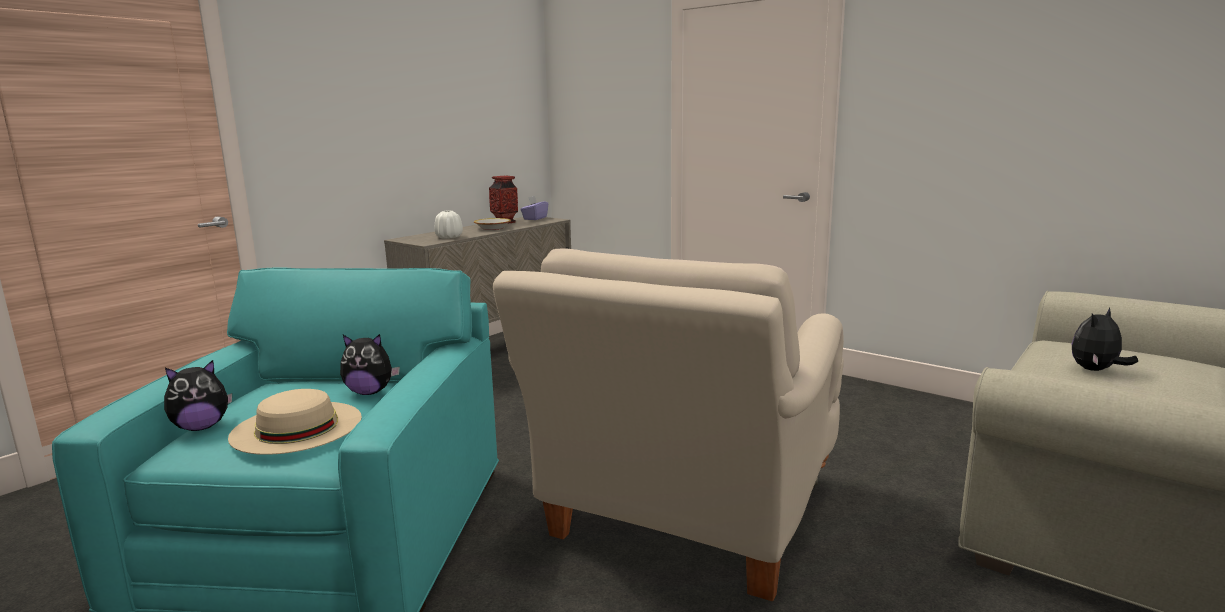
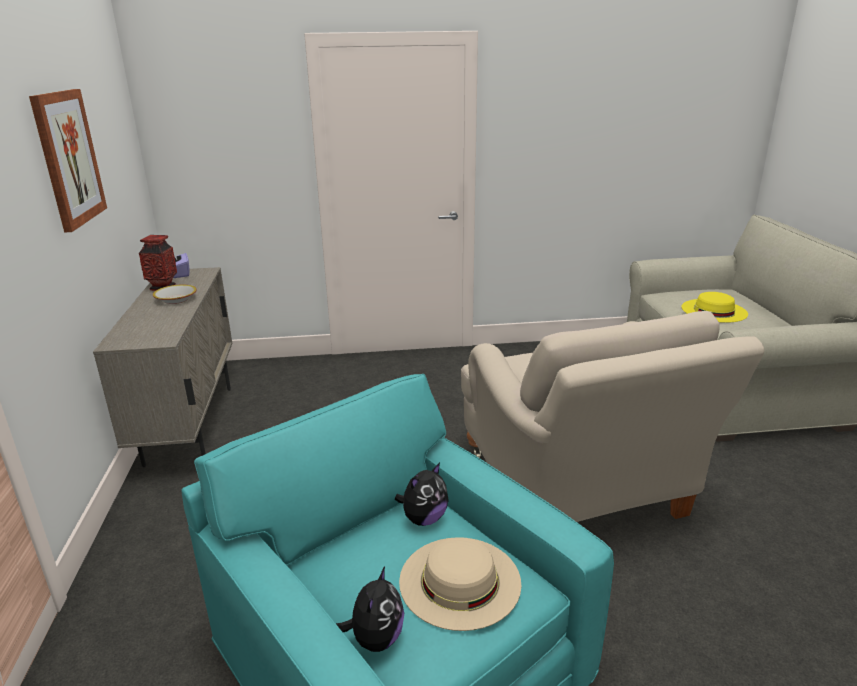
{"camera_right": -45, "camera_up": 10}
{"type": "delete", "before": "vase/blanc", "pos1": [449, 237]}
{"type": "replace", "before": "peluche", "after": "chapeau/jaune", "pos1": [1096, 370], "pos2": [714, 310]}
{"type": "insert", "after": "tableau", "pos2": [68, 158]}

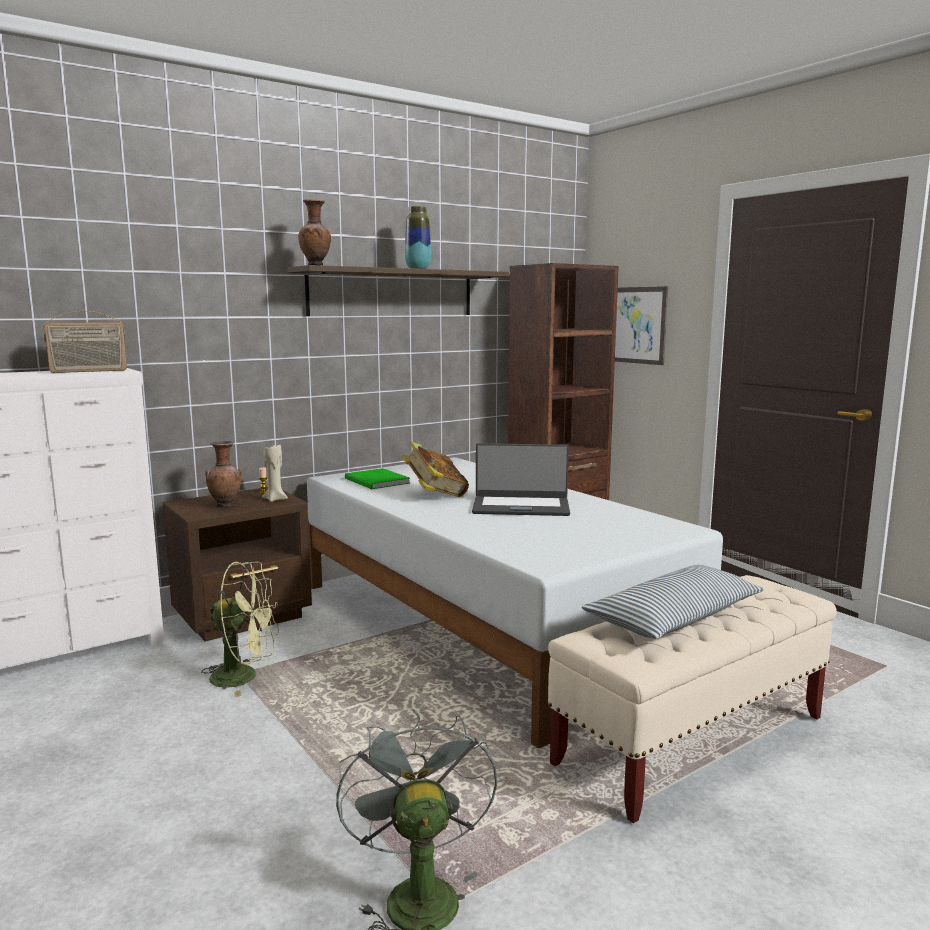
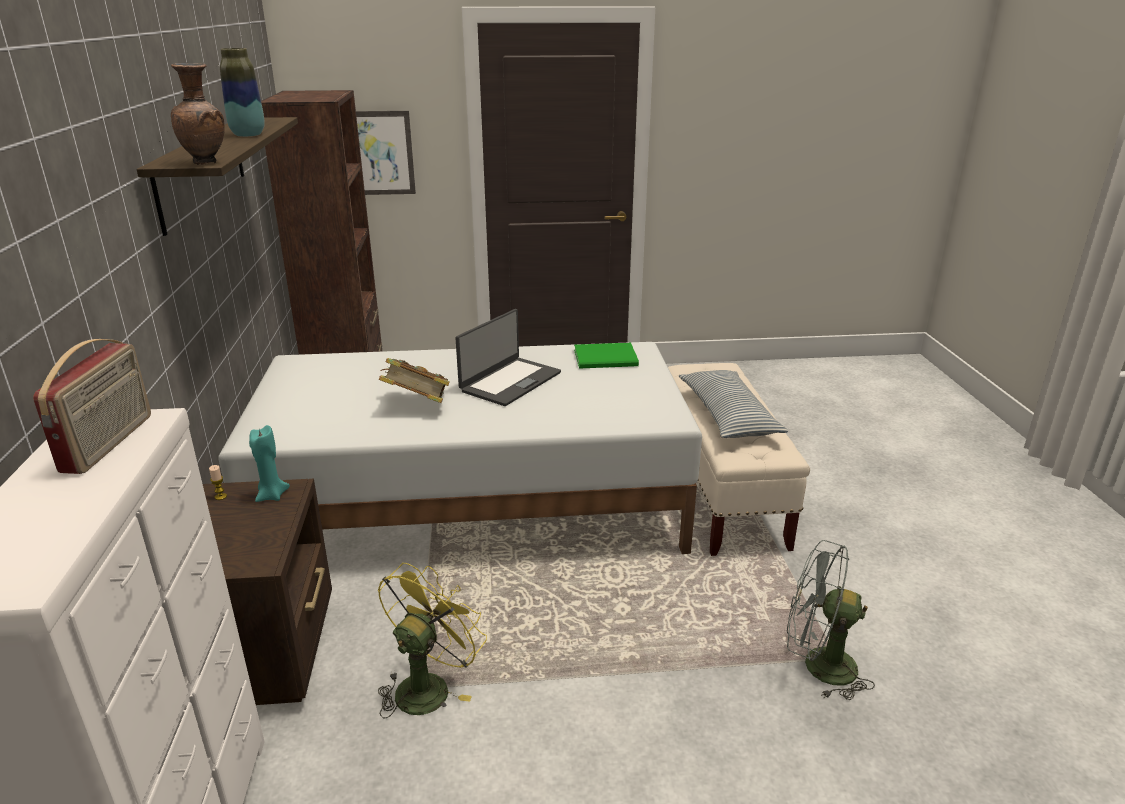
{"camera_right": -60, "camera_up": 15}
{"type": "recolor", "before": "ventilateur/vert", "after": "ventilateur/jaune", "pos1": [244, 676], "pos2": [428, 685]}
{"type": "delete", "before": "vase/marron", "pos1": [226, 505]}
{"type": "recolor", "before": "bougie/beige", "after": "bougie/turquoise", "pos1": [275, 499], "pos2": [271, 495]}
{"type": "move", "before": "livre/vert", "pos1": [376, 481], "pos2": [607, 358]}

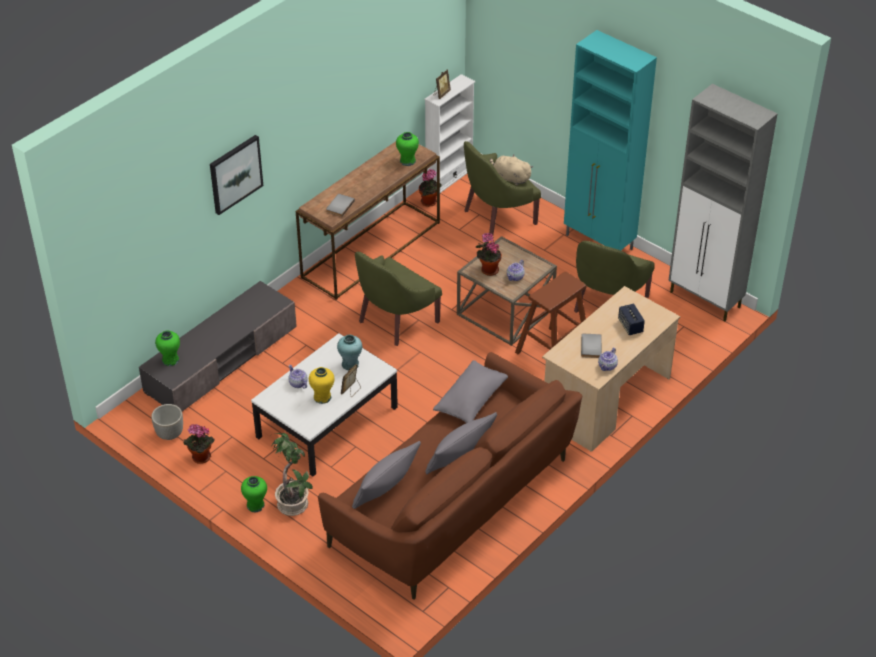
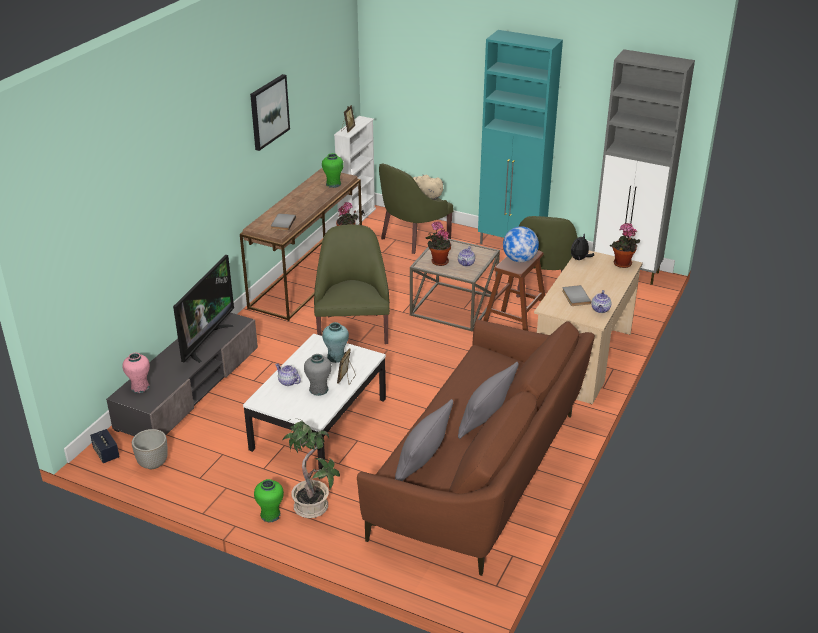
{"camera_right": -15, "camera_up": -10}
{"type": "recolor", "before": "vase/vert", "after": "vase/rose", "pos1": [170, 360], "pos2": [140, 387]}
{"type": "move", "before": "plante en pot", "pos1": [200, 458], "pos2": [622, 264]}
{"type": "move", "before": "tableau", "pos1": [235, 174], "pos2": [269, 111]}
{"type": "recolor", "before": "vase/jaune", "after": "vase/gris", "pos1": [322, 397], "pos2": [318, 389]}
{"type": "rotate", "before": "fauteuil/vert", "pos1": [395, 320], "pos2": [353, 328], "turn": 150}
{"type": "delete", "before": "coussin/gris", "pos1": [471, 400]}
{"type": "move", "before": "enceinte", "pos1": [630, 326], "pos2": [106, 453]}
{"type": "insert", "after": "téléviseur", "pos2": [205, 341]}
{"type": "insert", "after": "globe", "pos2": [519, 260]}
{"type": "insert", "after": "peluche", "pos2": [580, 259]}

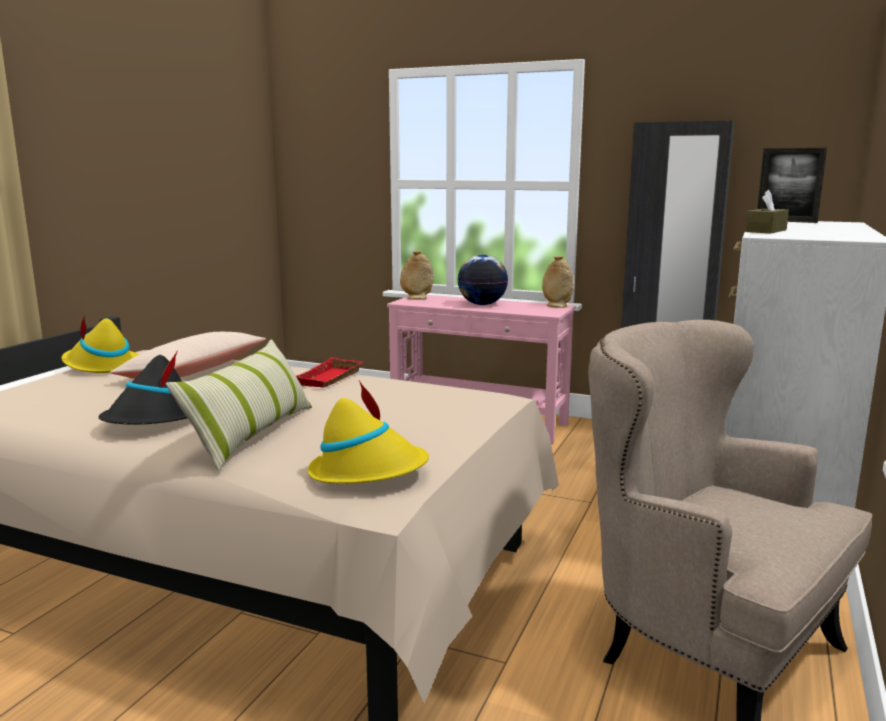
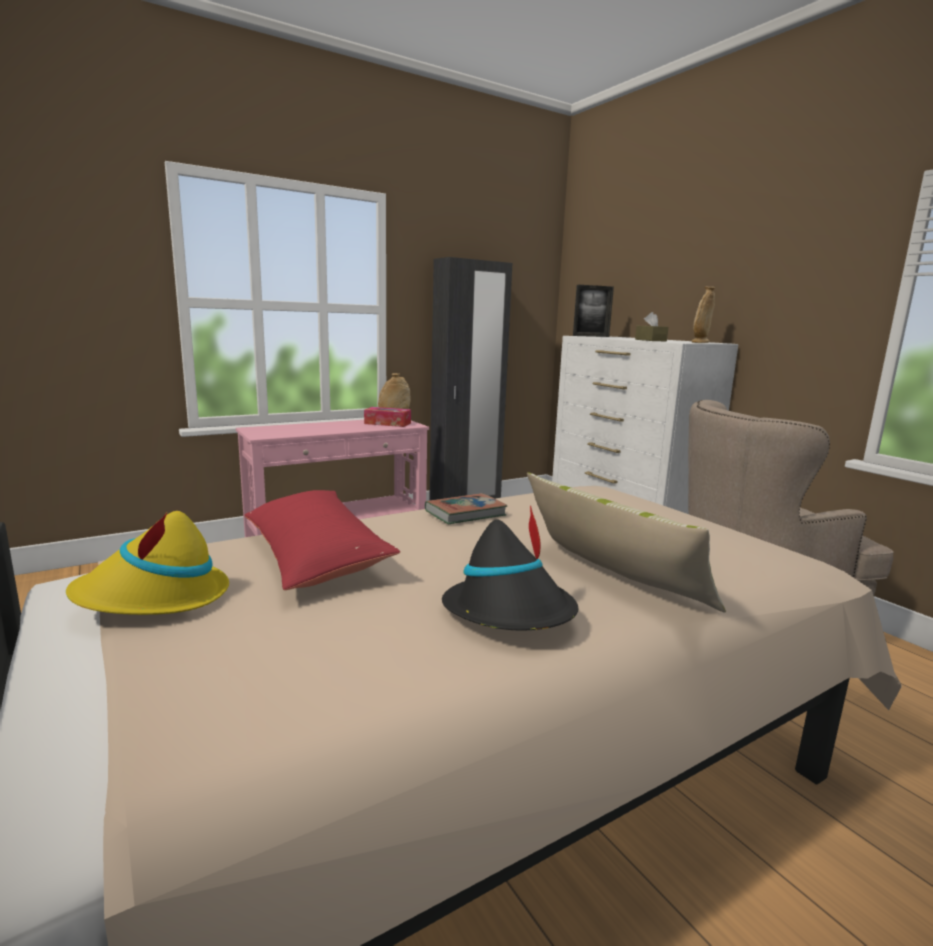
{"camera_right": -55, "camera_up": 0}
{"type": "recolor", "before": "coussin/beige", "after": "coussin/rouge", "pos1": [194, 371], "pos2": [314, 555]}
{"type": "replace", "before": "plateau/rouge", "after": "livre", "pos1": [330, 379], "pos2": [465, 513]}
{"type": "delete", "before": "chapeau/jaune", "pos1": [368, 472]}
{"type": "move", "before": "vase/beige", "pos1": [416, 298], "pos2": [700, 342]}
{"type": "delete", "before": "globe", "pos1": [482, 304]}
{"type": "insert", "after": "boîte à mouchoirs", "pos2": [387, 423]}

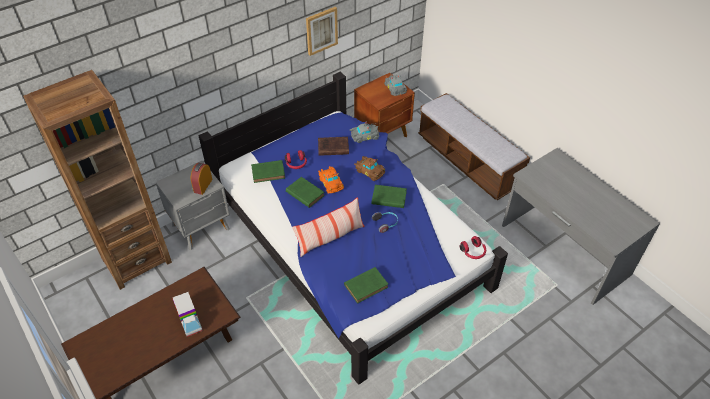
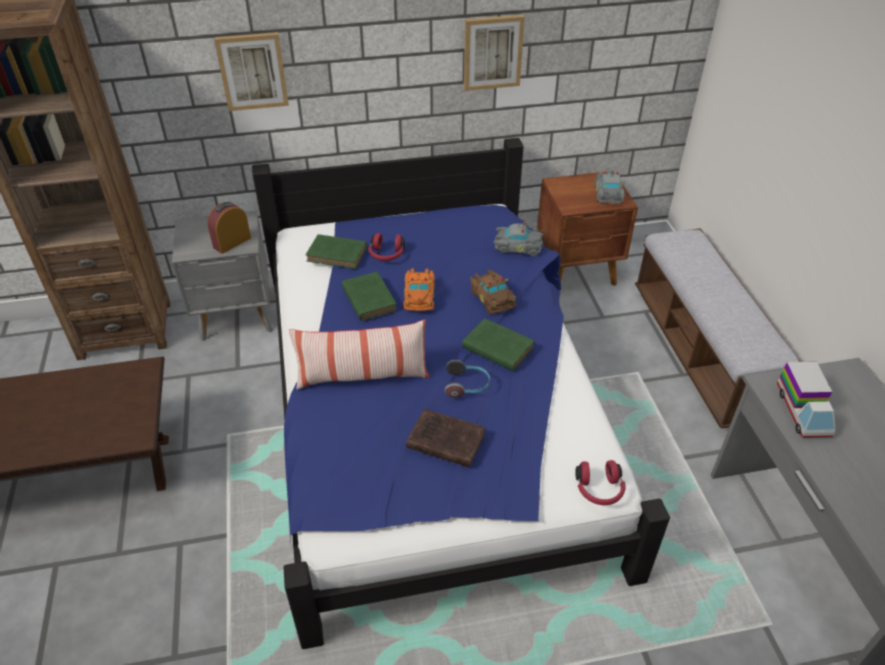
{"camera_right": 25, "camera_up": -5}
{"type": "move", "before": "camion jouet", "pos1": [189, 319], "pos2": [802, 411]}
{"type": "move", "before": "livre/marron", "pos1": [332, 148], "pos2": [444, 440]}
{"type": "delete", "before": "livre/vert", "pos1": [367, 285]}
{"type": "insert", "after": "tableau", "pos2": [252, 71]}

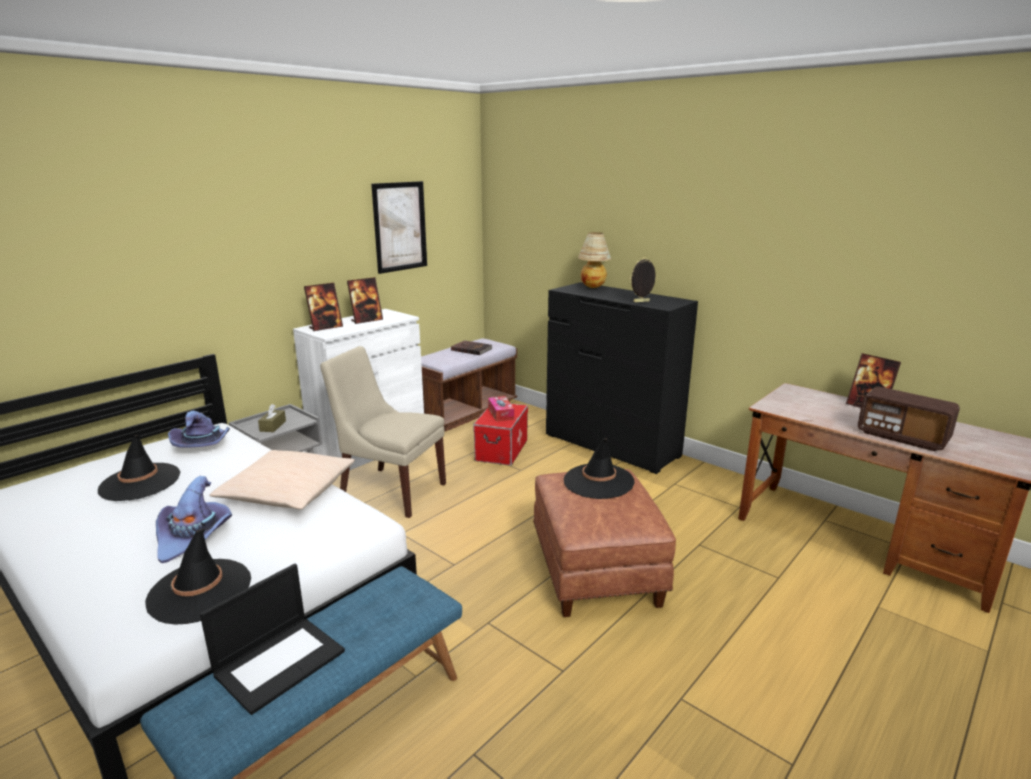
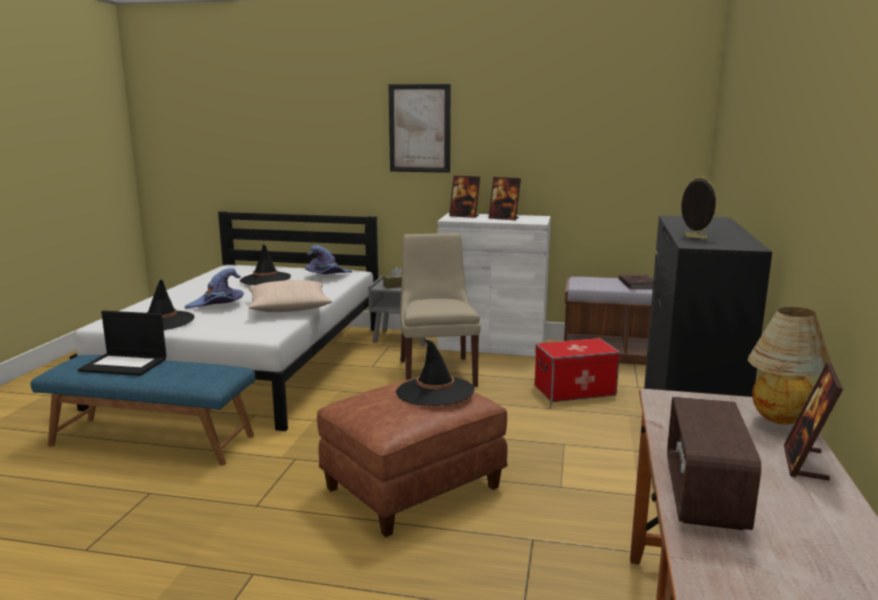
{"camera_right": 60, "camera_up": -5}
{"type": "move", "before": "tableau", "pos1": [400, 226], "pos2": [419, 128]}
{"type": "delete", "before": "boîte à mouchoirs", "pos1": [501, 414]}
{"type": "move", "before": "lampe de table", "pos1": [593, 287], "pos2": [780, 421]}

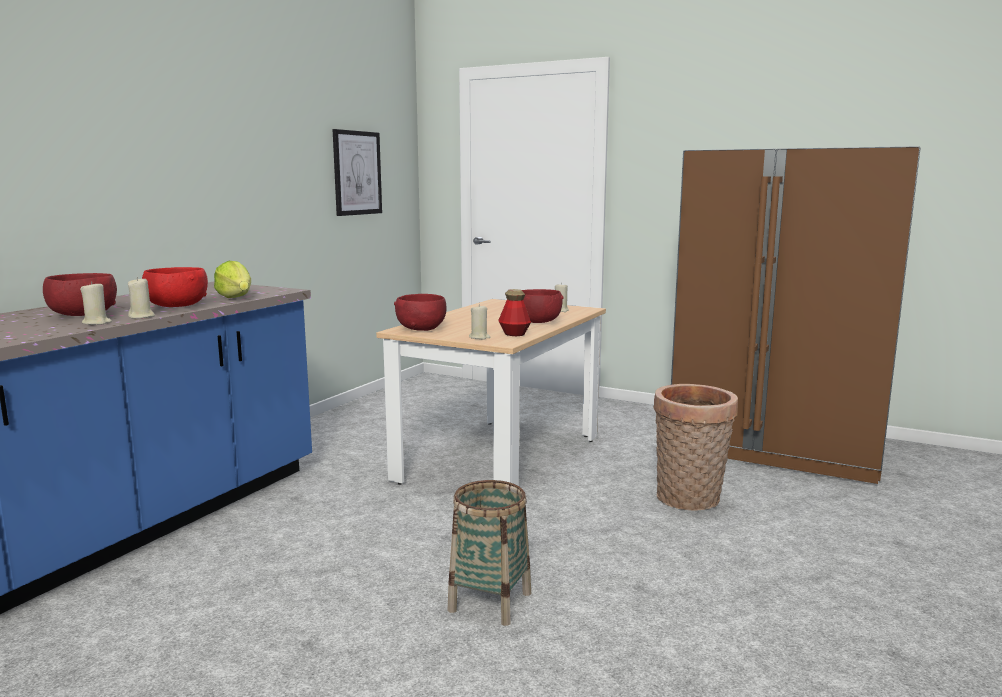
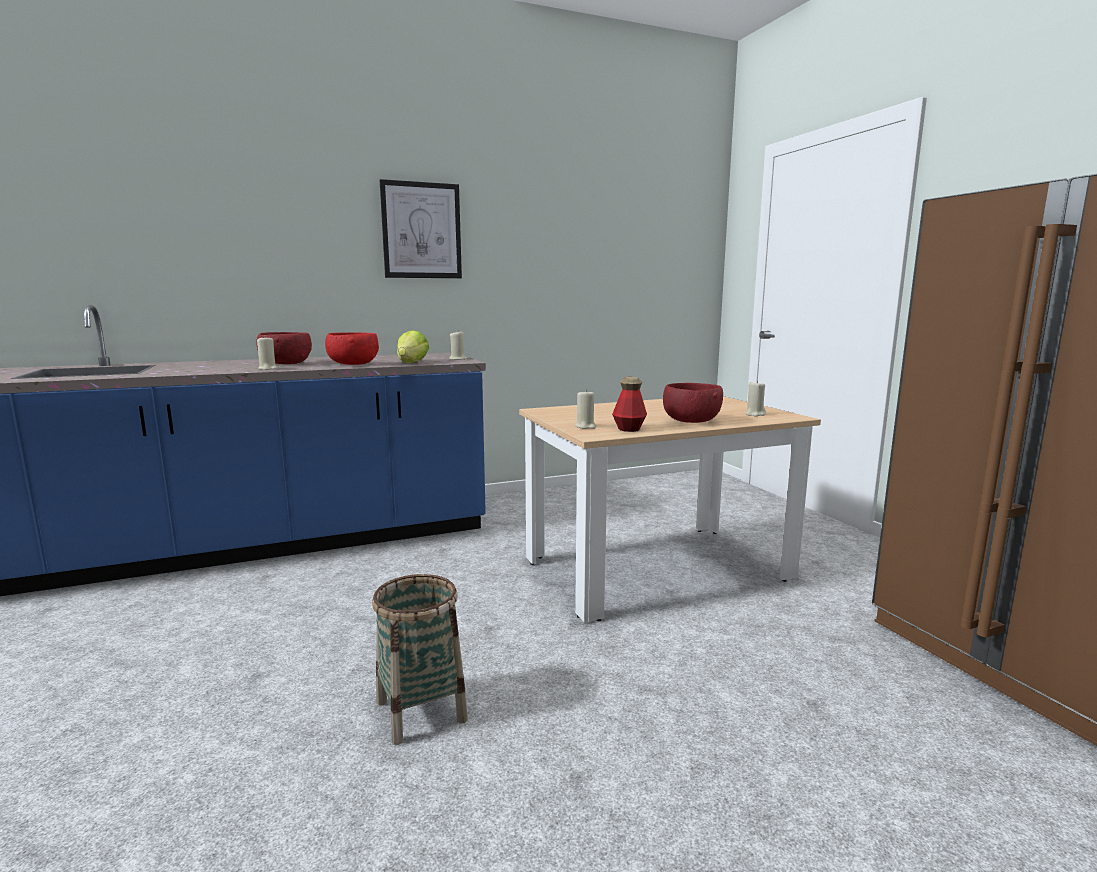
{"camera_right": 40, "camera_up": 0}
{"type": "move", "before": "bougie/beige", "pos1": [141, 316], "pos2": [458, 359]}
{"type": "move", "before": "tableau", "pos1": [357, 173], "pos2": [421, 231]}
{"type": "delete", "before": "bol/rouge", "pos1": [421, 329]}
{"type": "delete", "before": "panier", "pos1": [689, 500]}

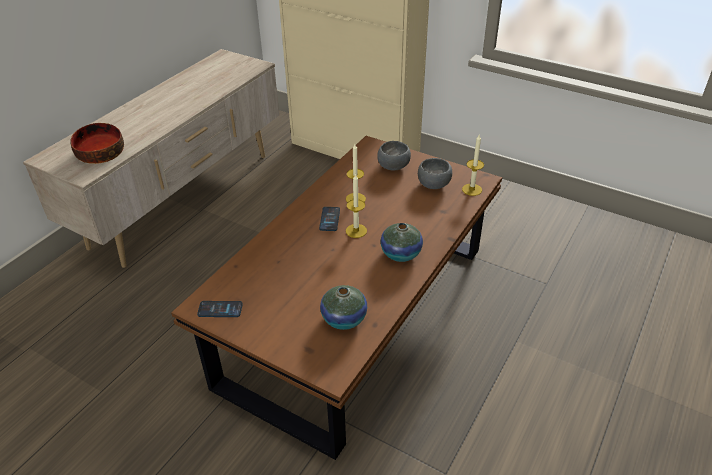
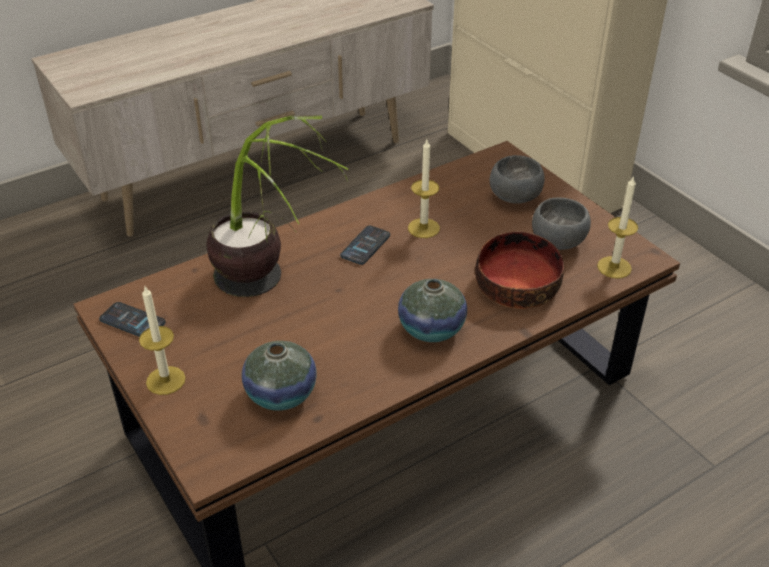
{"camera_right": 25, "camera_up": 0}
{"type": "move", "before": "bol", "pos1": [100, 153], "pos2": [516, 285]}
{"type": "move", "before": "bougie", "pos1": [356, 231], "pos2": [165, 380]}
{"type": "insert", "after": "plante en pot", "pos2": [271, 296]}

